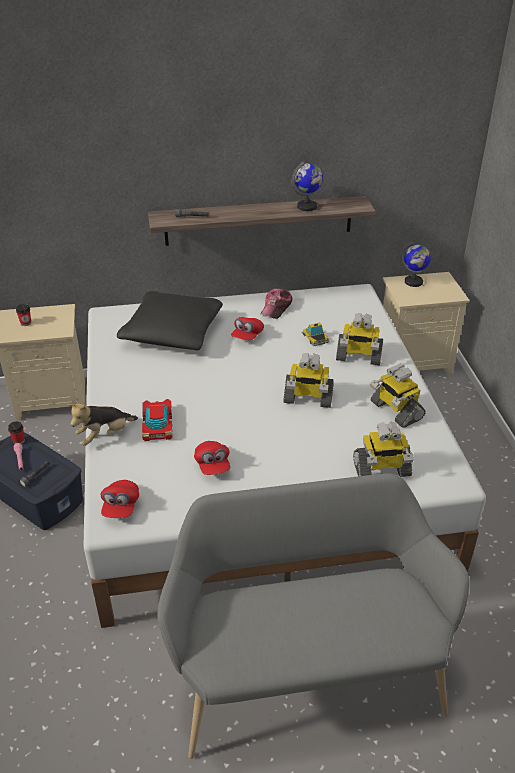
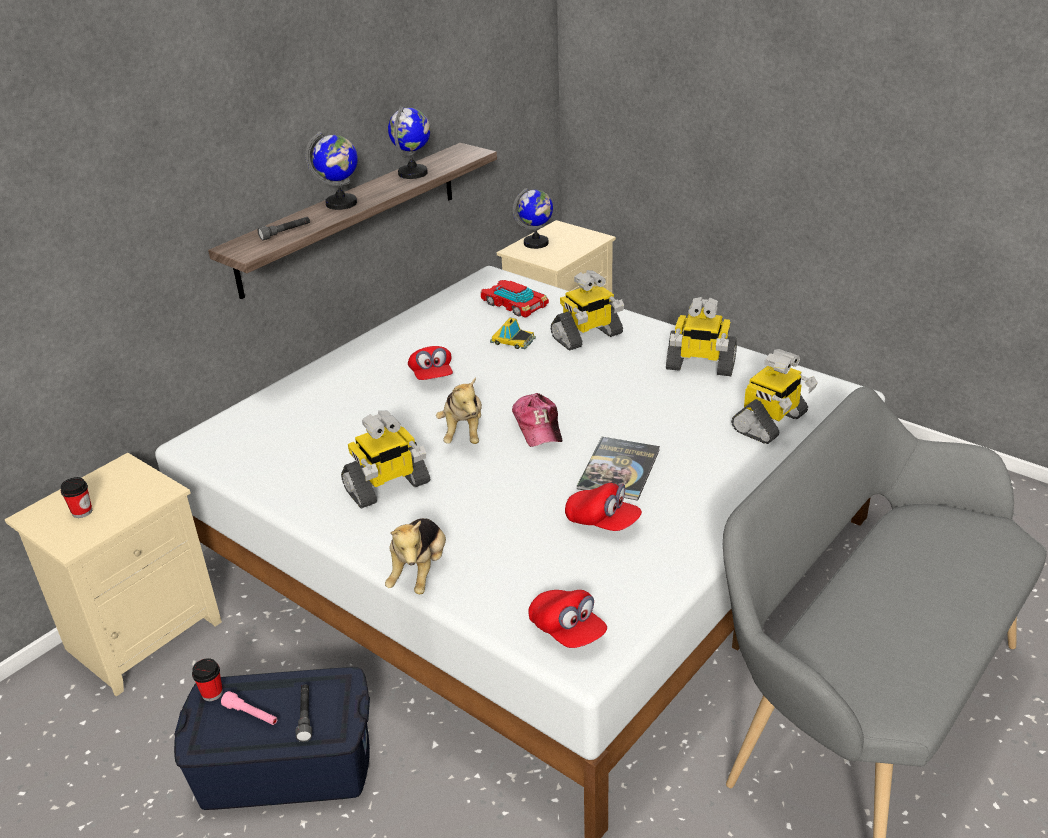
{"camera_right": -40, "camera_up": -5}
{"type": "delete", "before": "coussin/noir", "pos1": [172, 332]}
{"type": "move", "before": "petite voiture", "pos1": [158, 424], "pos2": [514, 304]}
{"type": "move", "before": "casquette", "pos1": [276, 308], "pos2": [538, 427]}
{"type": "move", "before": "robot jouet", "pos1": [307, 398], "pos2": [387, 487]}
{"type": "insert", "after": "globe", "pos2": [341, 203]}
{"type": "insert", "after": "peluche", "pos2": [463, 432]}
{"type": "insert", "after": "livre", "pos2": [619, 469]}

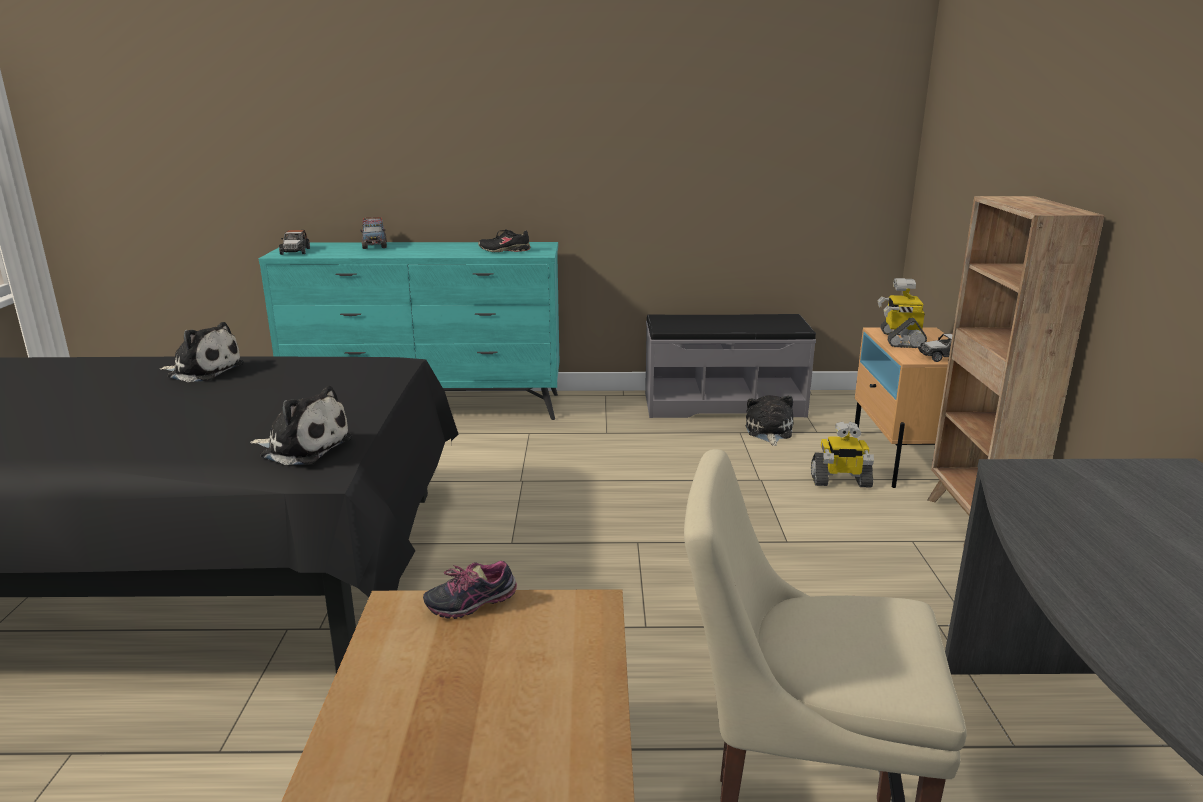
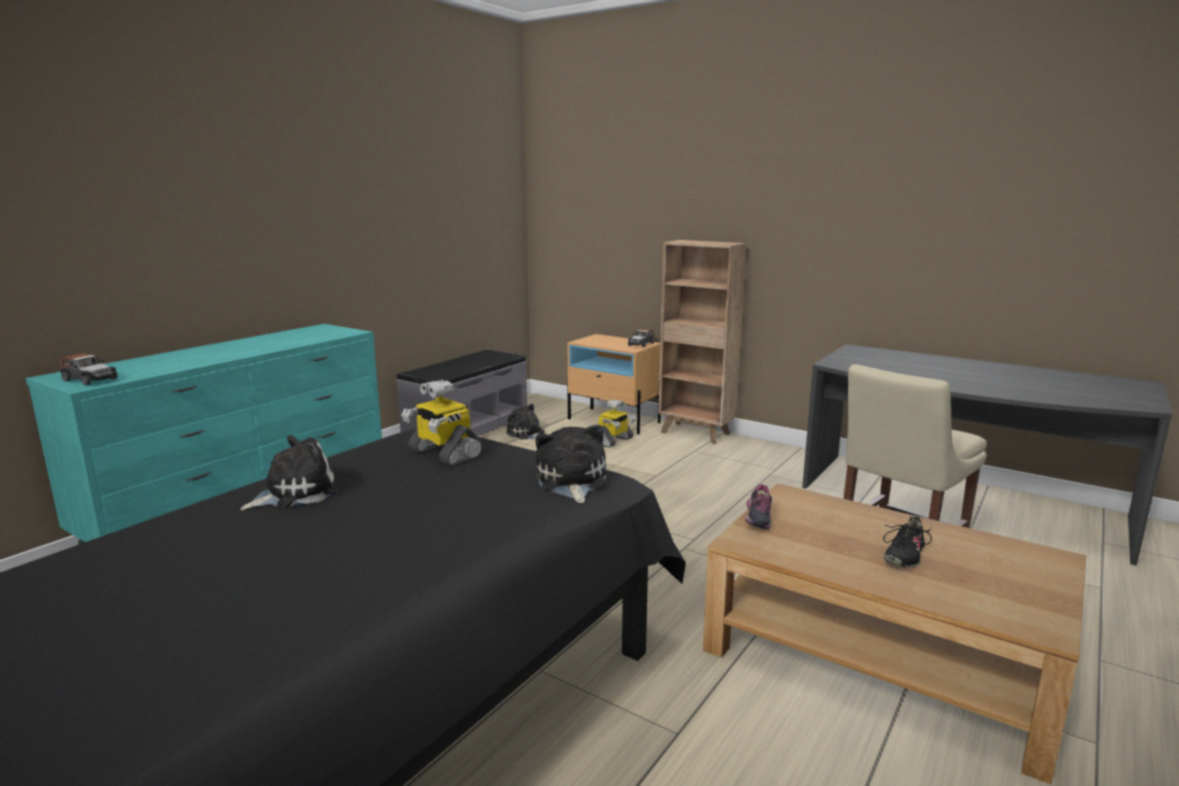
{"camera_right": -55, "camera_up": -5}
{"type": "rotate", "before": "peluche", "pos1": [303, 447], "pos2": [571, 482], "turn": -60}
{"type": "delete", "before": "camion jouet", "pos1": [374, 246]}
{"type": "move", "before": "chaussure/noir", "pos1": [504, 250], "pos2": [903, 555]}
{"type": "move", "before": "robot jouet", "pos1": [900, 339], "pos2": [443, 454]}

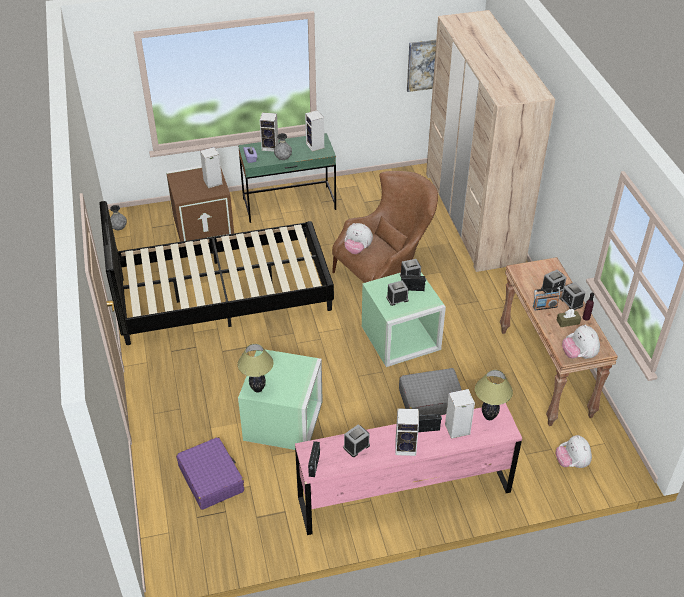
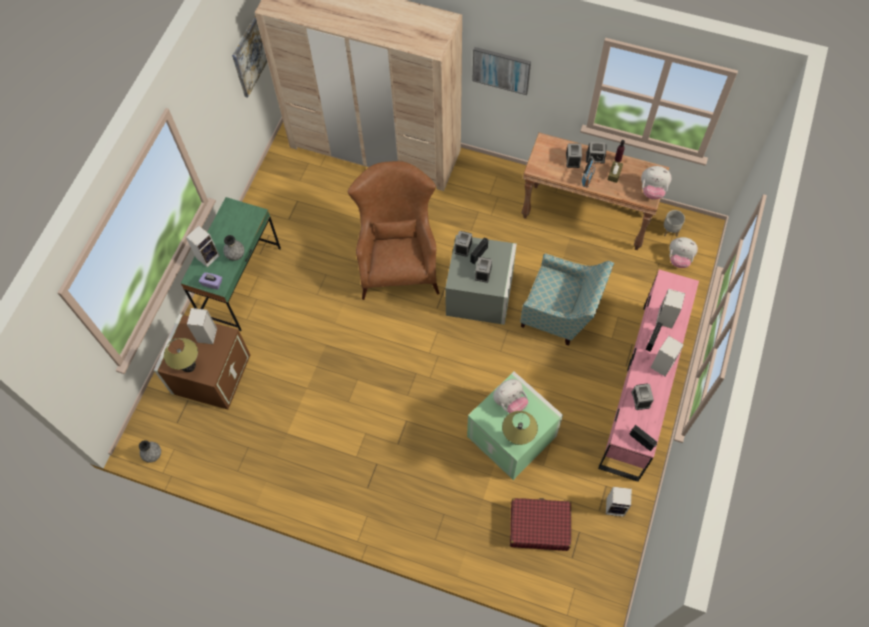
{"camera_right": -55, "camera_up": 20}
{"type": "delete", "before": "lit/noir", "pos1": [222, 294]}
{"type": "recolor", "before": "valise/violet", "after": "valise/rouge", "pos1": [211, 479], "pos2": [539, 526]}
{"type": "move", "before": "enceinte", "pos1": [315, 146], "pos2": [616, 507]}
{"type": "move", "before": "peluche", "pos1": [357, 249], "pos2": [509, 402]}
{"type": "recolor", "before": "boîte de rangement/vert", "after": "boîte de rangement/gris", "pos1": [400, 339], "pos2": [480, 295]}
{"type": "replace", "before": "valise/gris", "after": "fauteuil", "pos1": [430, 400], "pos2": [561, 314]}
{"type": "move", "before": "lampe de table", "pos1": [489, 417], "pos2": [190, 368]}
{"type": "insert", "after": "tableau", "pos2": [501, 70]}
{"type": "insert", "after": "cache-pot/gris", "pos2": [670, 230]}

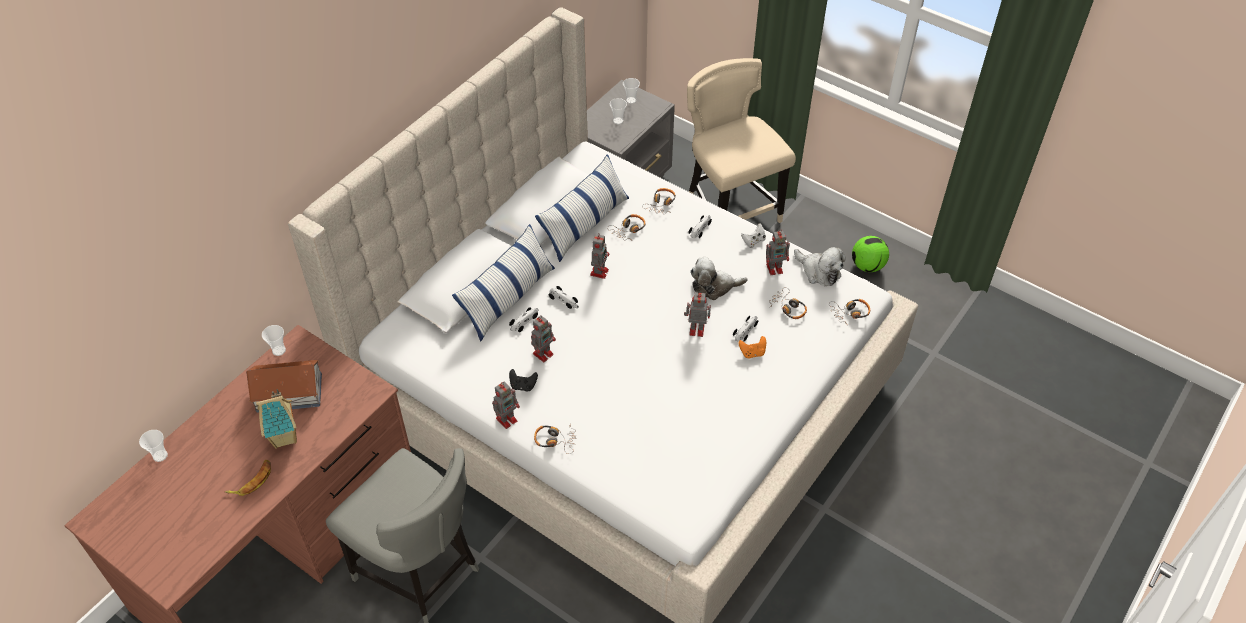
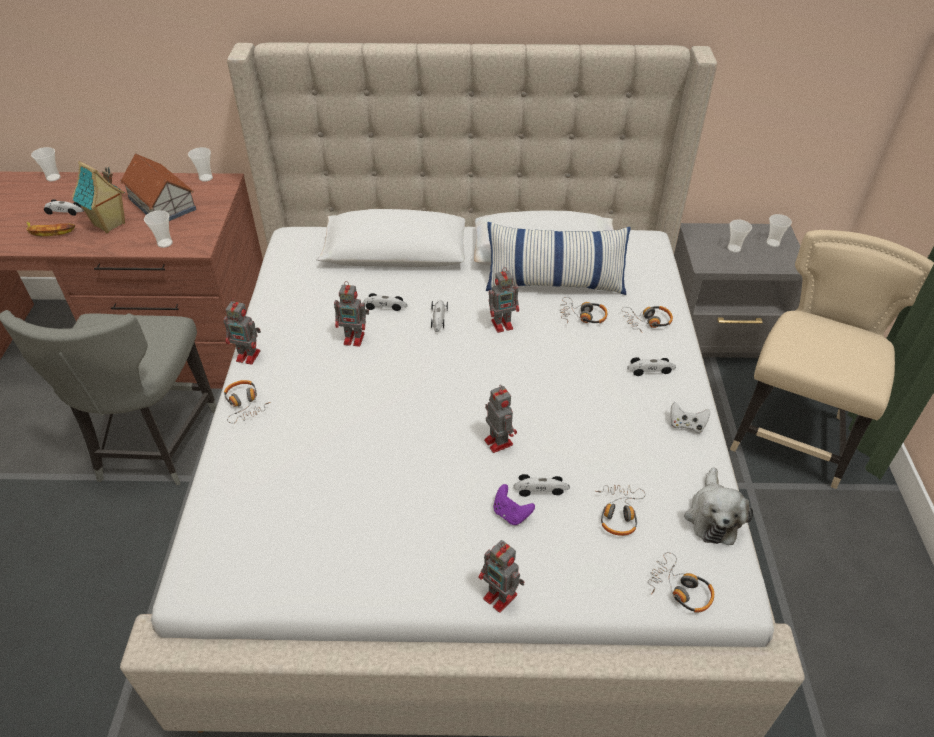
{"camera_right": 55, "camera_up": -5}
{"type": "delete", "before": "coussin", "pos1": [508, 298]}
{"type": "delete", "before": "manette/noir", "pos1": [523, 386]}
{"type": "delete", "before": "peluche", "pos1": [714, 287]}
{"type": "recolor", "before": "manette/orange", "after": "manette/violet", "pos1": [752, 353], "pos2": [511, 514]}
{"type": "move", "before": "robot jouet", "pos1": [775, 268], "pos2": [501, 597]}
{"type": "delete", "before": "ballon de foot", "pos1": [867, 266]}
{"type": "insert", "after": "petite voiture", "pos2": [65, 211]}
{"type": "insert", "after": "tasse", "pos2": [165, 243]}

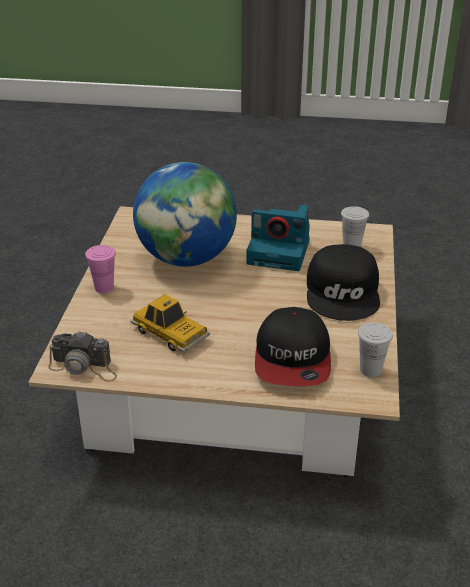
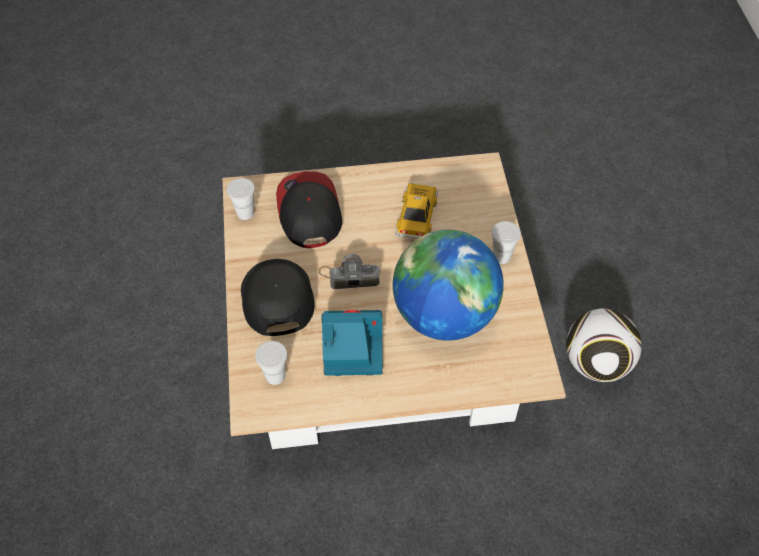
{"camera_right": 165, "camera_up": 20}
{"type": "move", "before": "appareil photo", "pos1": [84, 367], "pos2": [349, 276]}
{"type": "recolor", "before": "tasse/rose", "after": "tasse/blanc", "pos1": [104, 287], "pos2": [501, 256]}
{"type": "rotate", "before": "petite voiture", "pos1": [170, 333], "pos2": [416, 216], "turn": 75}
{"type": "insert", "after": "ballon de foot", "pos2": [596, 362]}

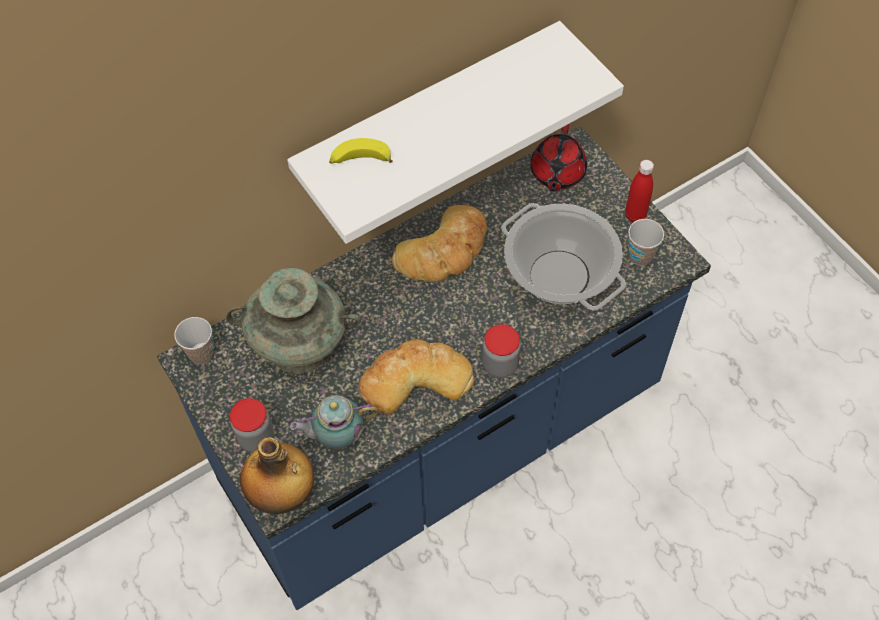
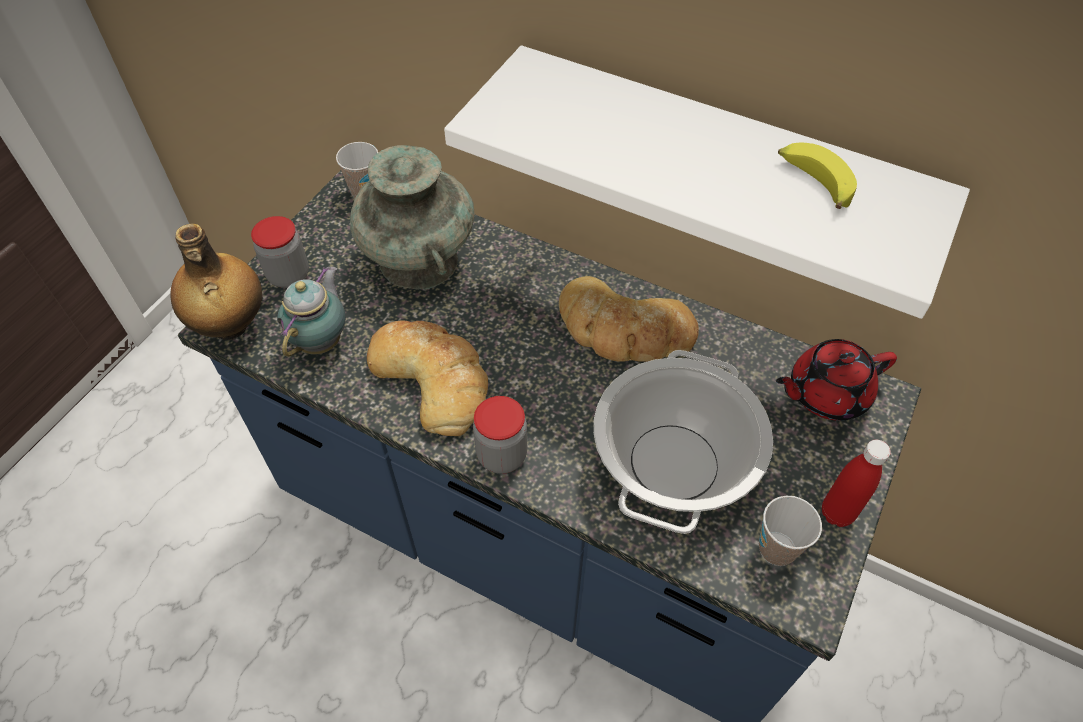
{"camera_right": 60, "camera_up": -5}
{"type": "rotate", "before": "théière", "pos1": [337, 436], "pos2": [322, 340], "turn": 60}
{"type": "move", "before": "banane", "pos1": [360, 160], "pos2": [813, 182]}

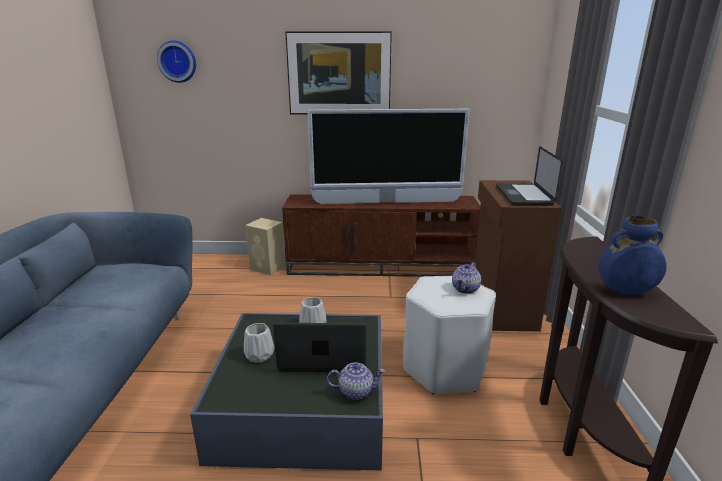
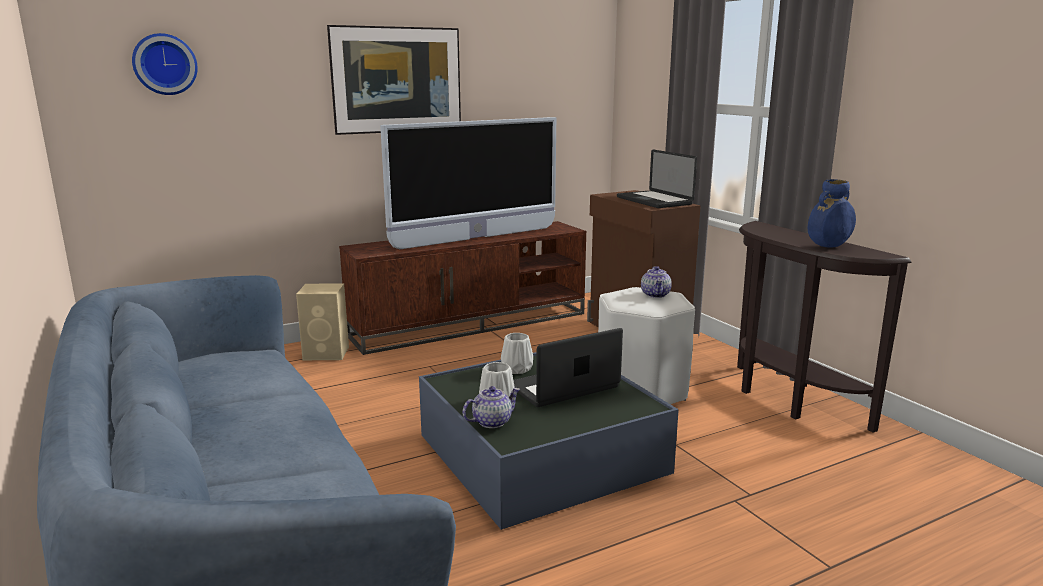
{"camera_right": -30, "camera_up": -5}
{"type": "move", "before": "théière", "pos1": [356, 391], "pos2": [492, 421]}

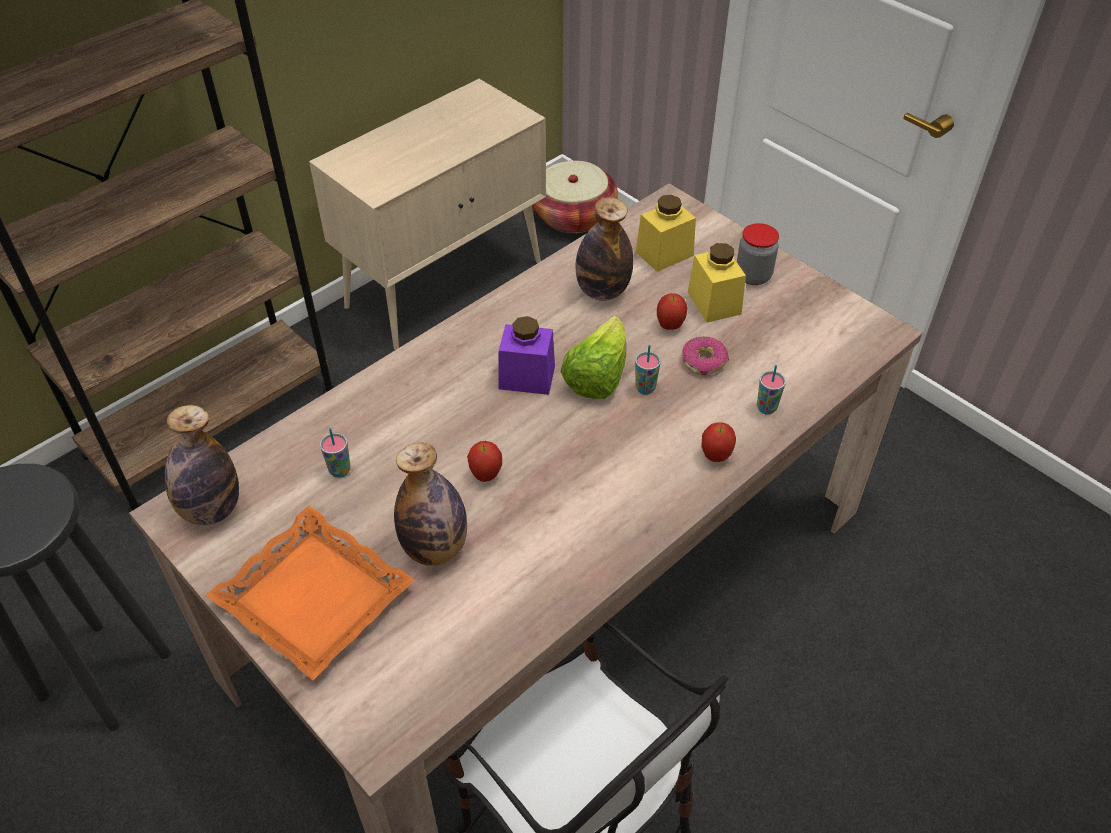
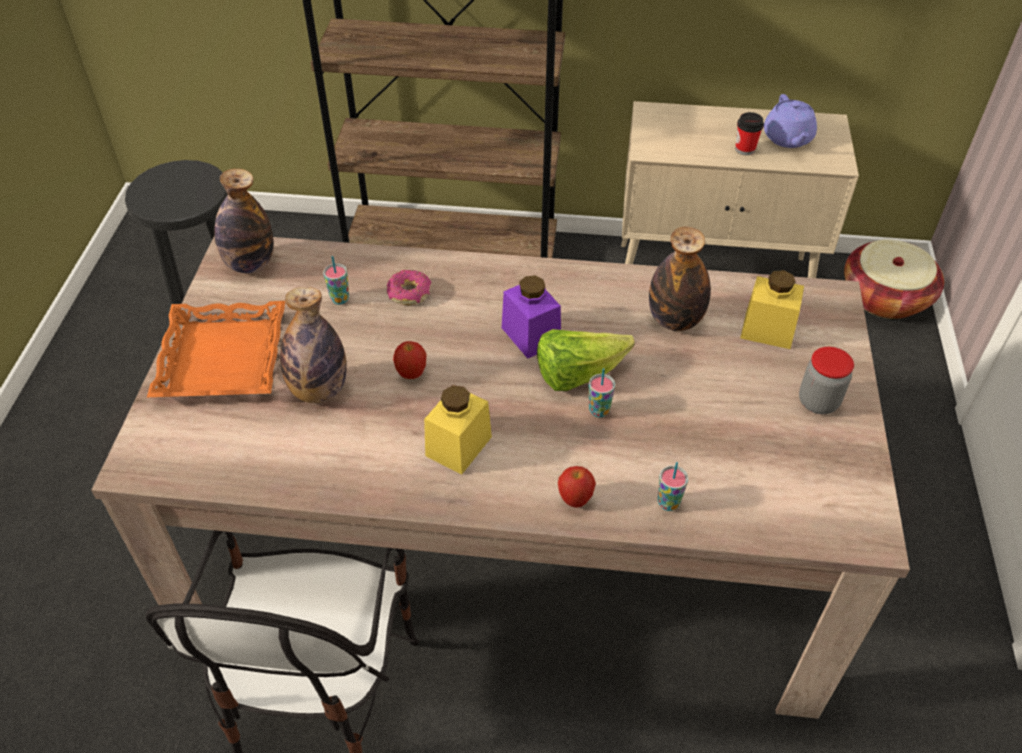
{"camera_right": 50, "camera_up": 0}
{"type": "delete", "before": "pomme", "pos1": [670, 326]}
{"type": "move", "before": "beignet", "pos1": [704, 361], "pos2": [409, 293]}
{"type": "move", "before": "bocal/jaune", "pos1": [714, 303], "pos2": [458, 446]}
{"type": "insert", "after": "tasse", "pos2": [745, 149]}
{"type": "insert", "after": "théière/violet", "pos2": [788, 139]}

